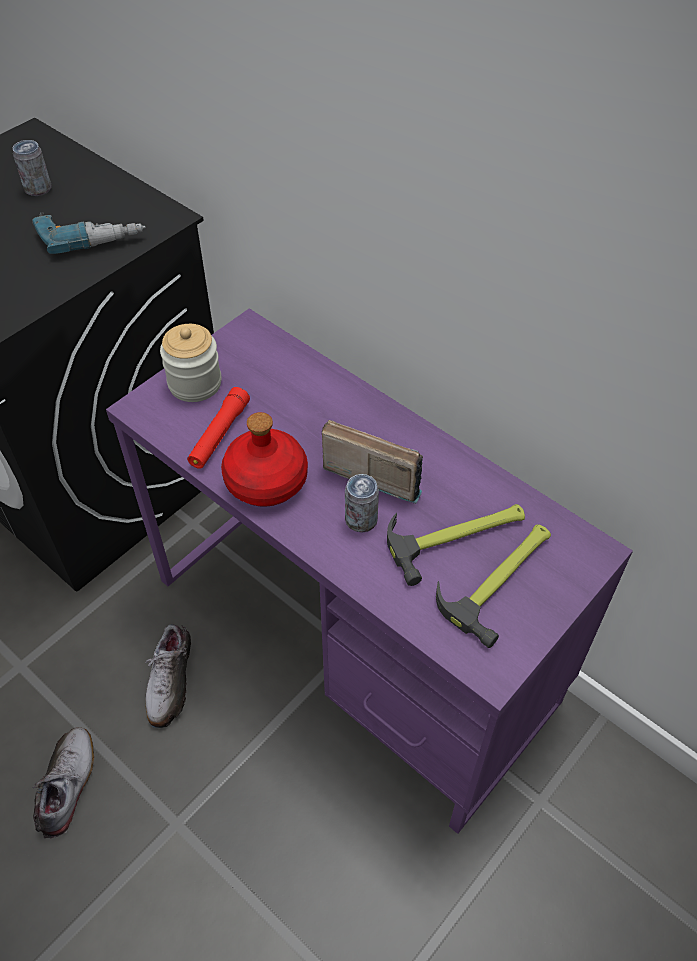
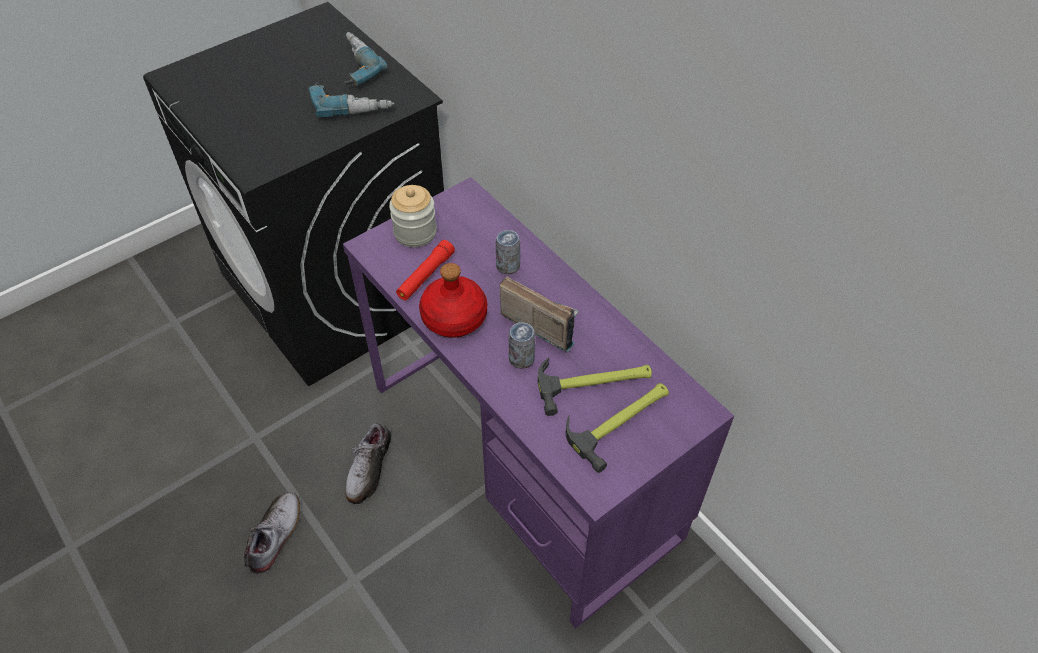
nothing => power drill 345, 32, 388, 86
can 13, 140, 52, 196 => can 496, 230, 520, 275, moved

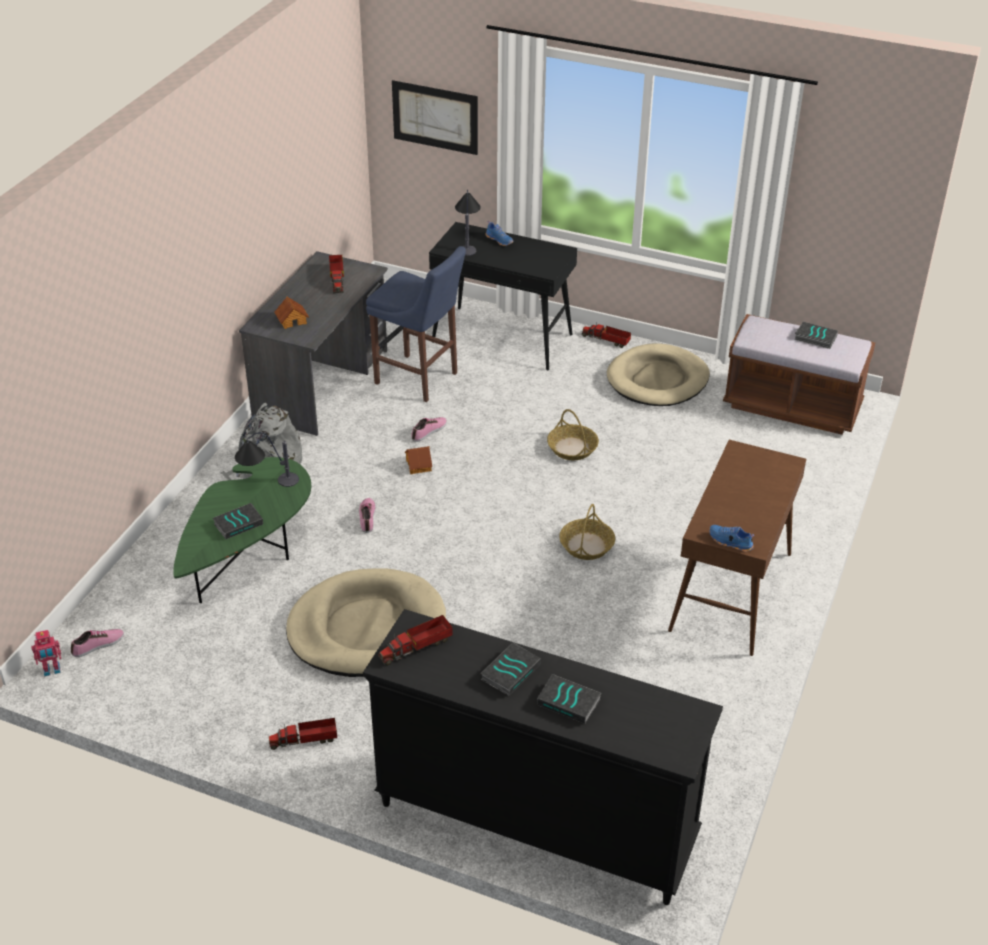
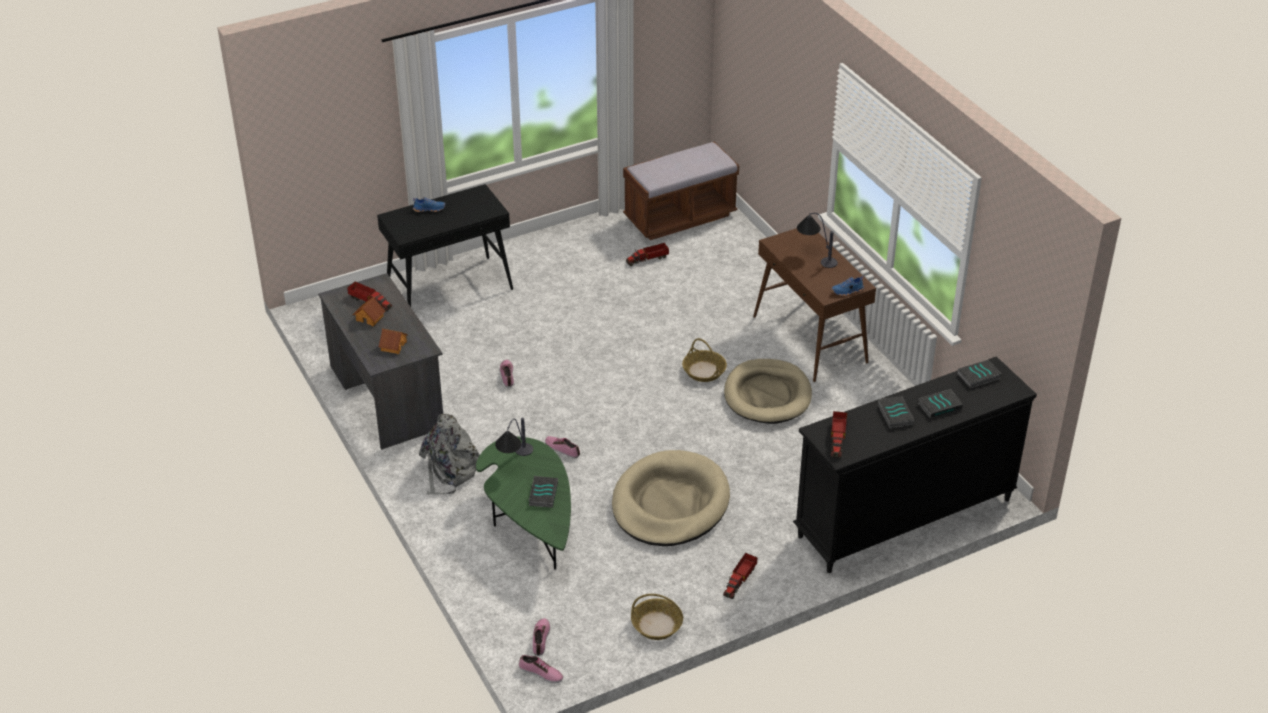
toy house 405, 446, 432, 474 => toy house 353, 297, 385, 326, moved
toy robot 31, 630, 61, 676 => shoe 519, 655, 563, 683
toy truck 582, 324, 631, 348 => toy truck 626, 243, 669, 266, moved
basket 547, 409, 599, 460 => basket 631, 594, 683, 640, moved
dog bed (beige) 607, 343, 710, 406 => dog bed (beige) 724, 359, 812, 424, moved
table lamp 455, 190, 481, 256 => table lamp 797, 213, 838, 268, moved
book 795, 322, 838, 349 => book 957, 360, 1002, 388, moved
stool (blue) 366, 246, 466, 402 => nothing
picture 392, 80, 478, 155 => nothing

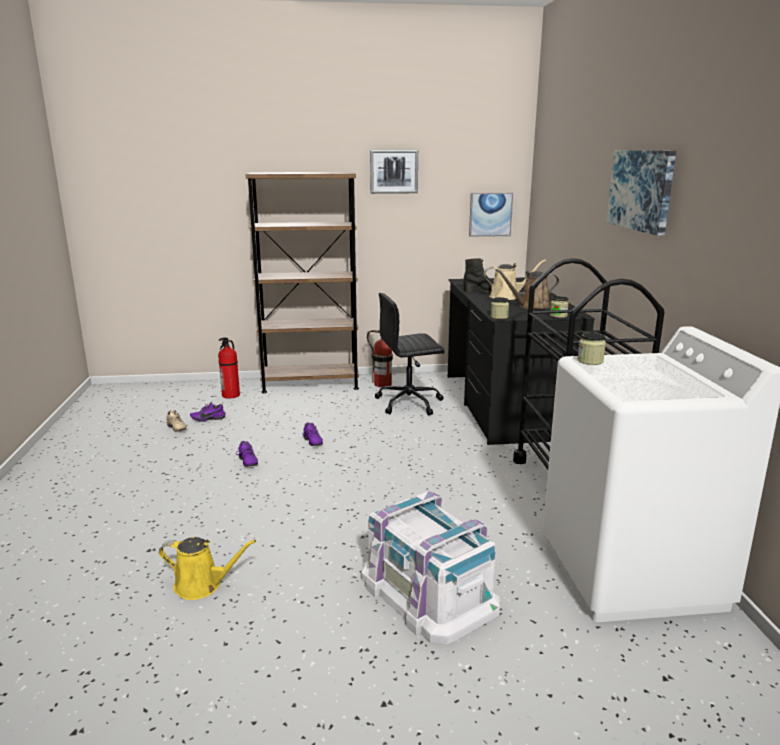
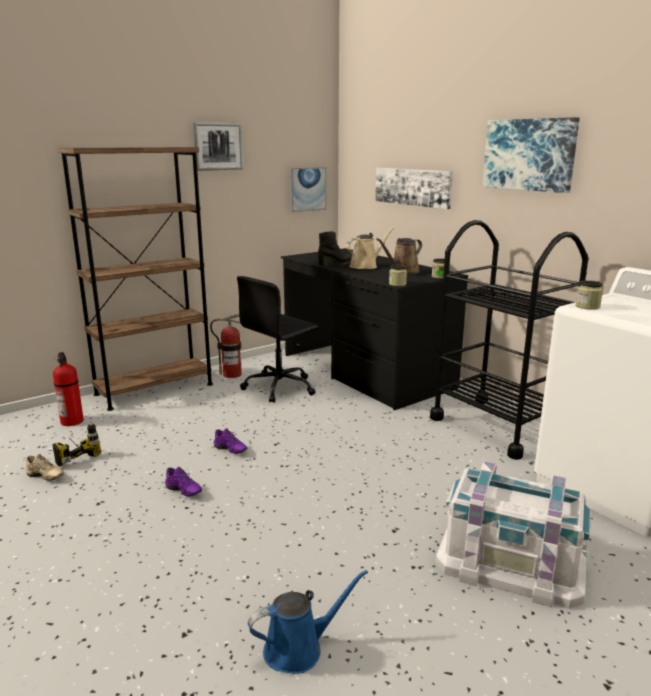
shoe (purple) 190, 402, 226, 422 => power drill 52, 421, 102, 467
watering can (yellow) 159, 537, 256, 600 => watering can (blue) 248, 570, 368, 674
nothing => picture 375, 168, 453, 209

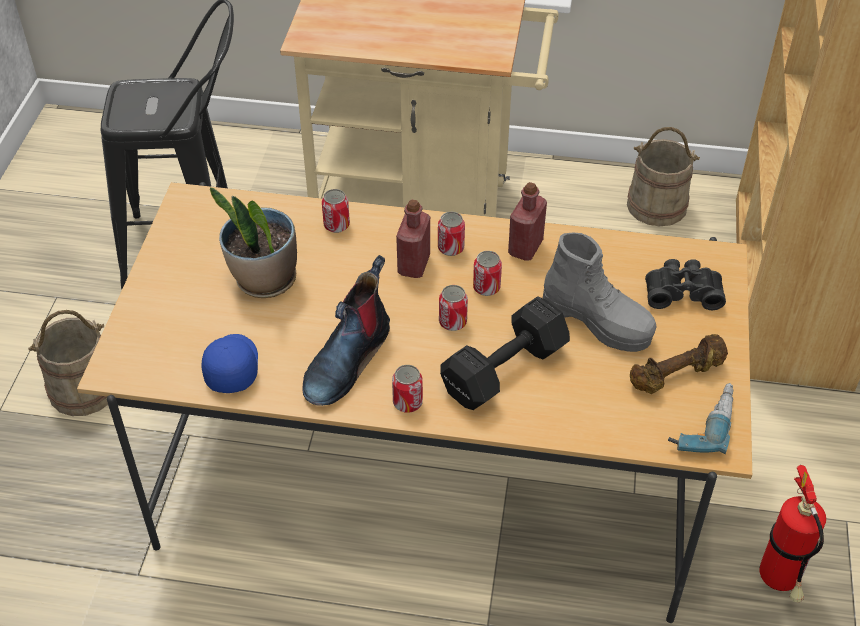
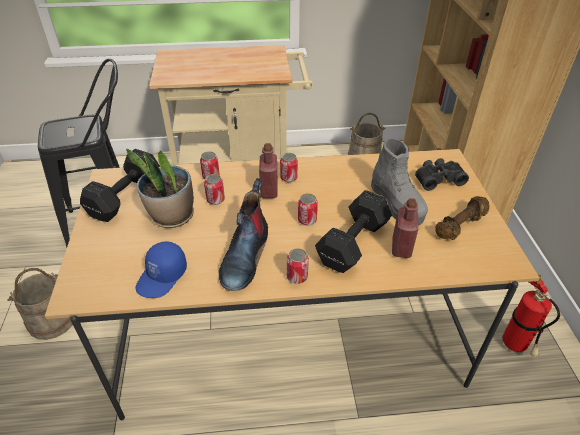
nothing => dumbbell (black) 80, 149, 160, 222
cap (blue) 201, 334, 258, 393 => cap (blue) 135, 241, 187, 298, 135 degrees counterclockwise
can 473, 251, 502, 296 => can 204, 174, 225, 205, moved
boot (grey) 543, 233, 657, 352 => boot (grey) 371, 138, 428, 226, 45 degrees clockwise
bottle (red) 508, 182, 547, 261 => bottle (red) 392, 198, 418, 258, moved
power drill 668, 383, 733, 454 => nothing

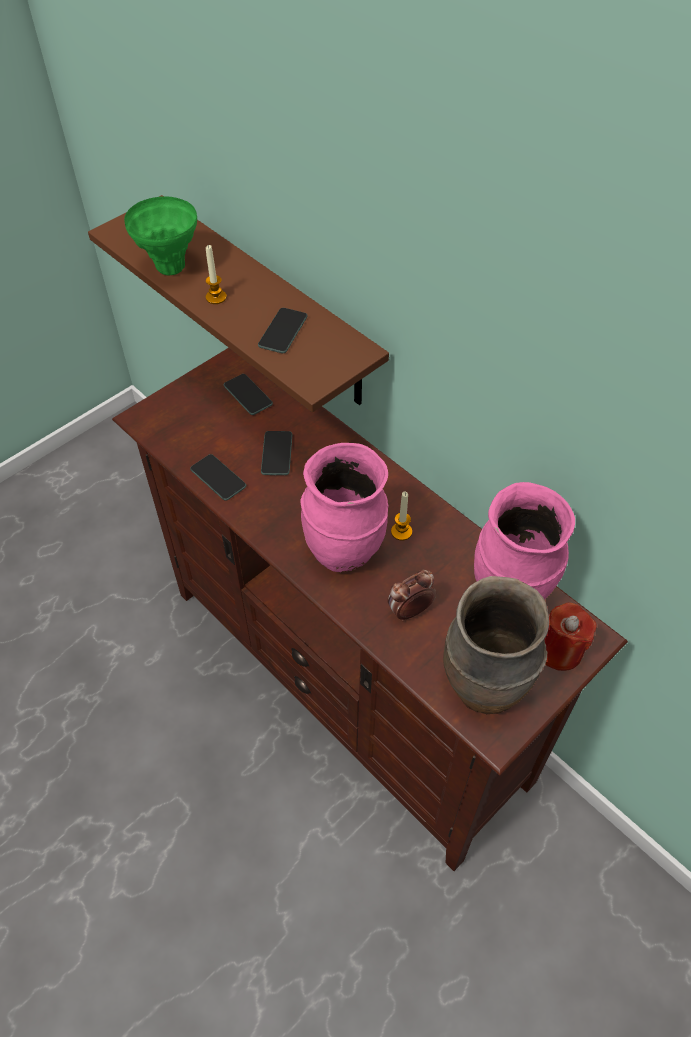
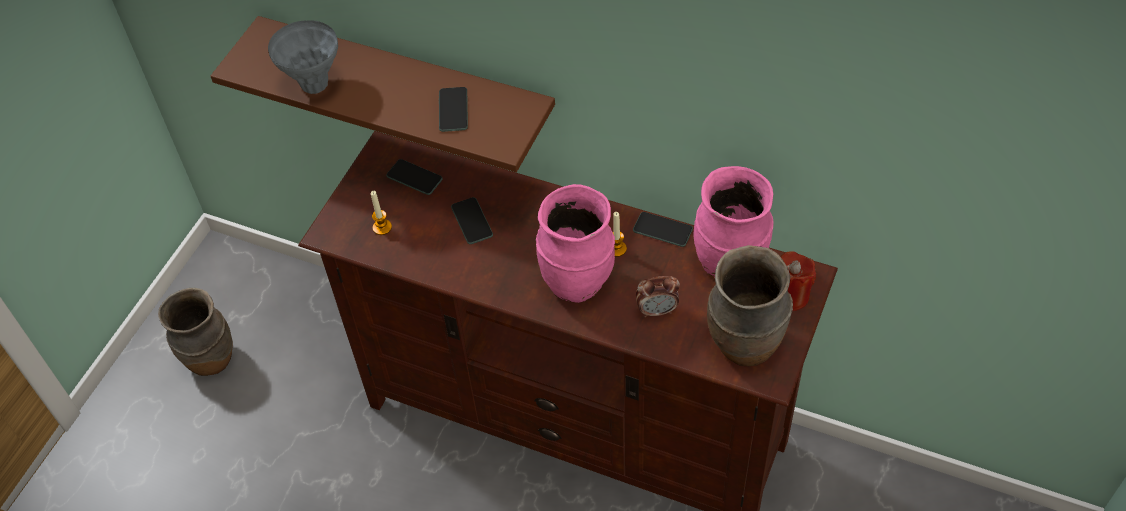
nothing => vase (brown) 158, 288, 233, 376
vase (green) 124, 196, 197, 275 => vase (grey) 268, 20, 338, 94
candle 206, 245, 227, 304 => candle 371, 191, 392, 235, moved
phone 190, 454, 246, 501 => phone 633, 212, 693, 247, moved
alarm clock 387, 570, 436, 621 => alarm clock 636, 276, 680, 317, 135 degrees counterclockwise

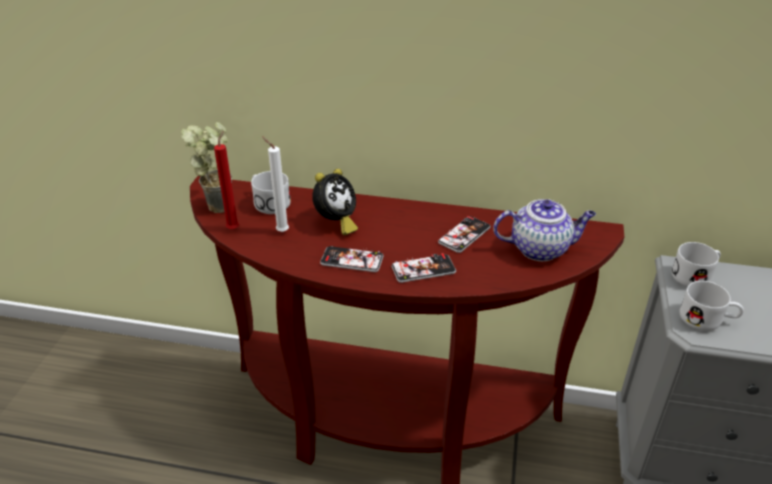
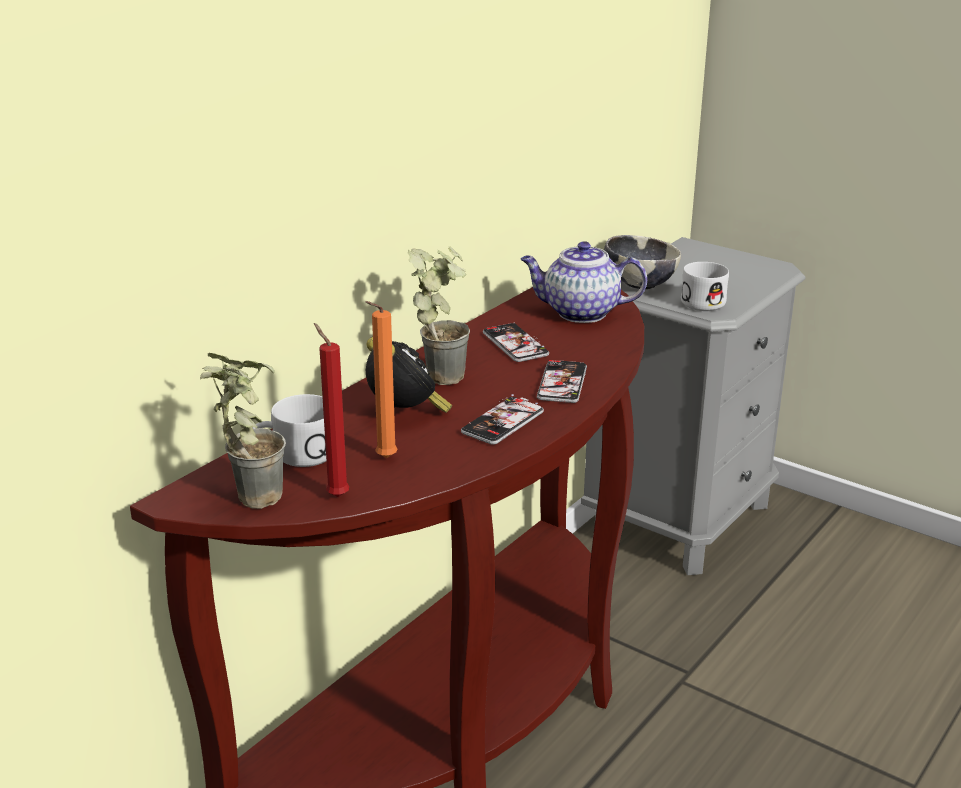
candle (white) 262, 137, 289, 232 => candle (orange) 365, 301, 397, 458
nothing => potted plant 407, 246, 470, 385
teapot 493, 199, 596, 261 => teapot 521, 241, 647, 323, 105 degrees counterclockwise
mug (white) 672, 242, 721, 287 => bowl 604, 235, 681, 289

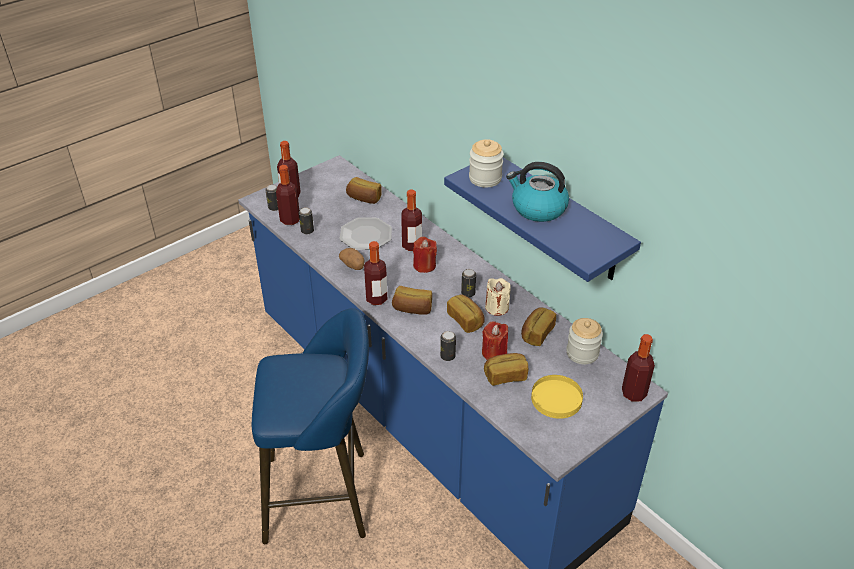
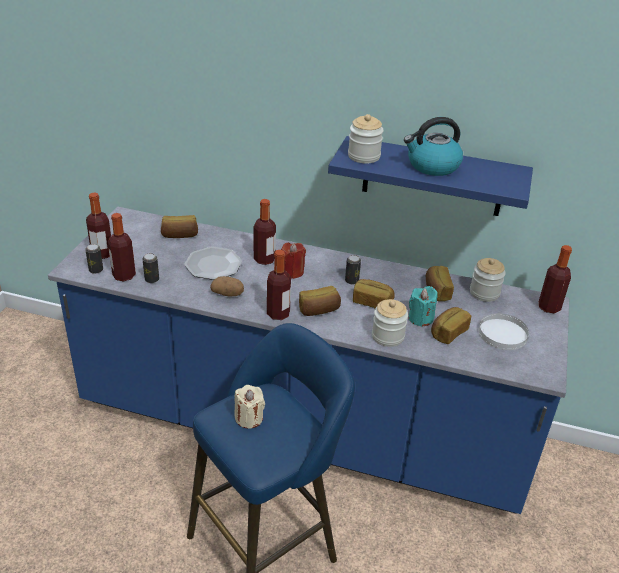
candle (beige) 485, 278, 511, 316 => candle (beige) 234, 385, 265, 429, moved
can 440, 331, 456, 361 => jar 372, 299, 408, 347
candle (red) 482, 321, 508, 360 => candle (turquoise) 409, 286, 438, 327
plate (yellow) 531, 375, 583, 419 => plate (white) 479, 313, 529, 350

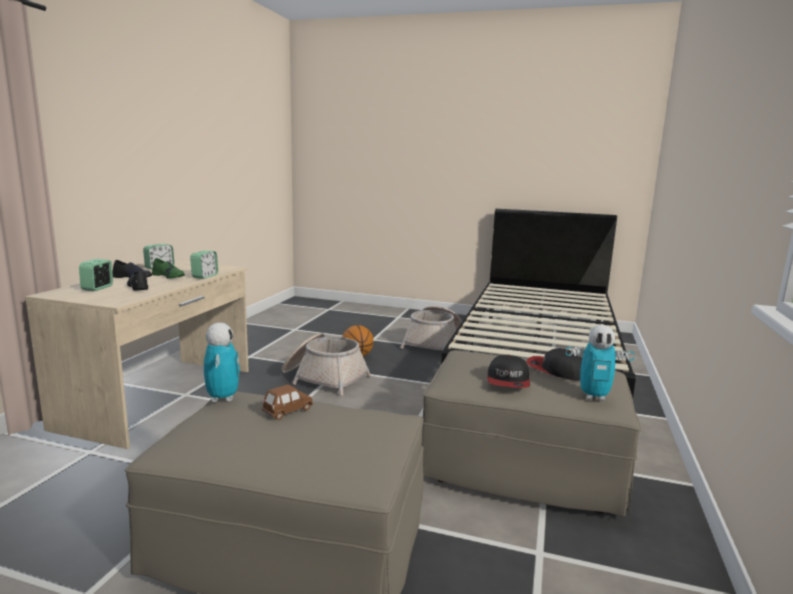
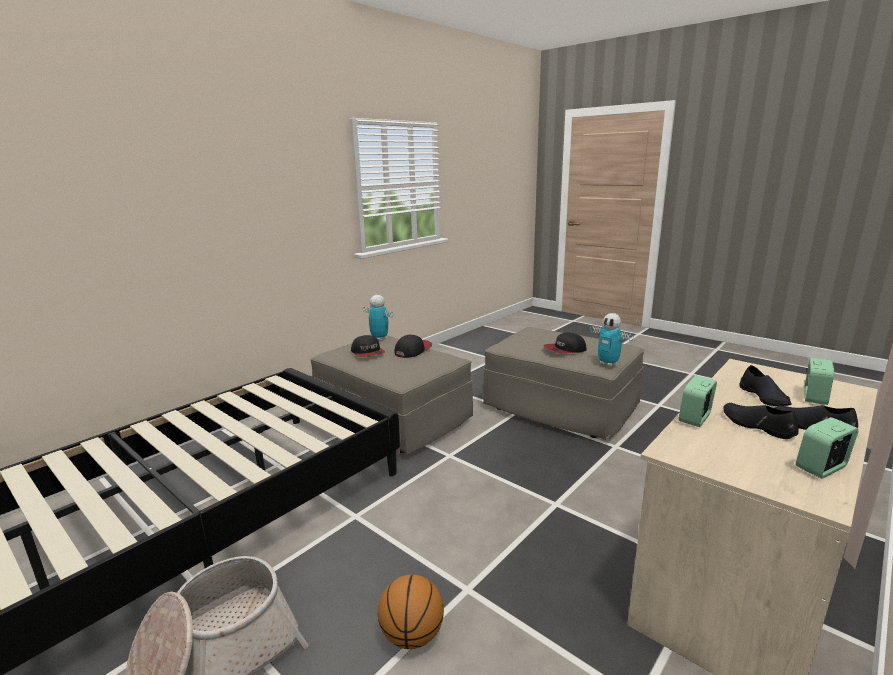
toy car (brown) 262, 384, 313, 420 => cap 544, 332, 587, 353
toy robot 204, 323, 240, 402 => toy robot 590, 313, 634, 367, 60 degrees counterclockwise
shoe (green) 152, 258, 185, 279 => shoe (black) 723, 403, 799, 439
basket 282, 333, 371, 396 => nothing

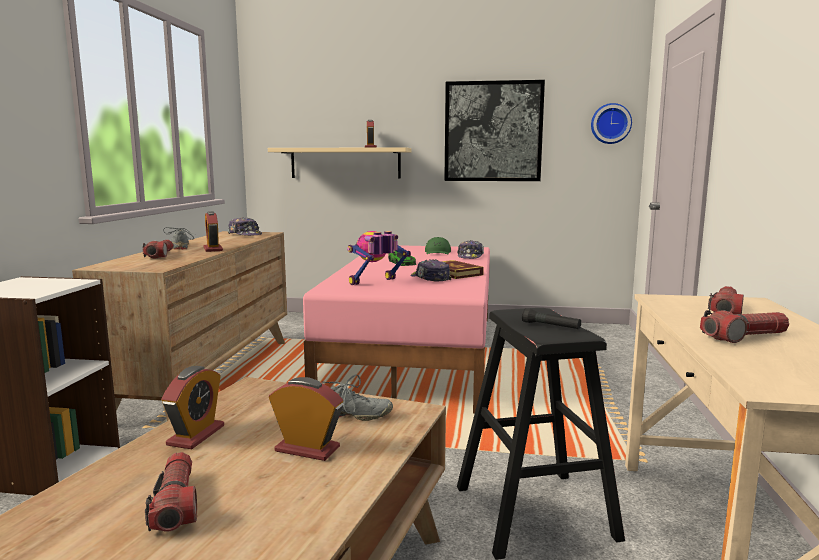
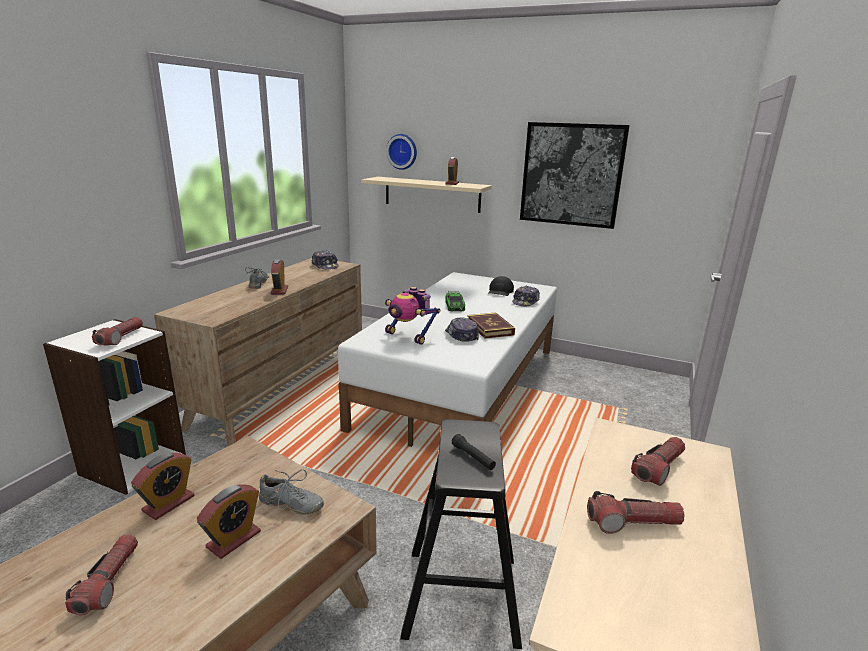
flashlight 142, 240, 173, 258 => flashlight 92, 317, 143, 346, moved
alarm clock 269, 377, 343, 461 => alarm clock 197, 484, 261, 559, 90 degrees clockwise
bed (pink) 303, 245, 490, 414 => bed (white) 338, 272, 557, 447
toy robot 347, 231, 411, 285 => toy robot 385, 287, 440, 345, 120 degrees counterclockwise
wall clock 591, 103, 632, 144 => wall clock 386, 134, 417, 170, moved
cap (green) 425, 237, 451, 254 => cap (black) 488, 276, 514, 296

